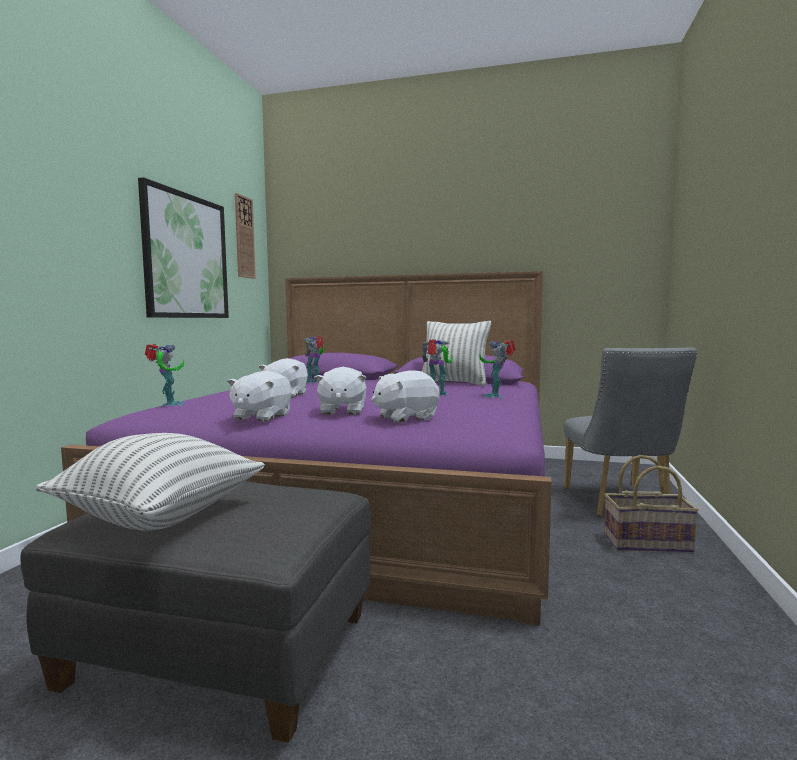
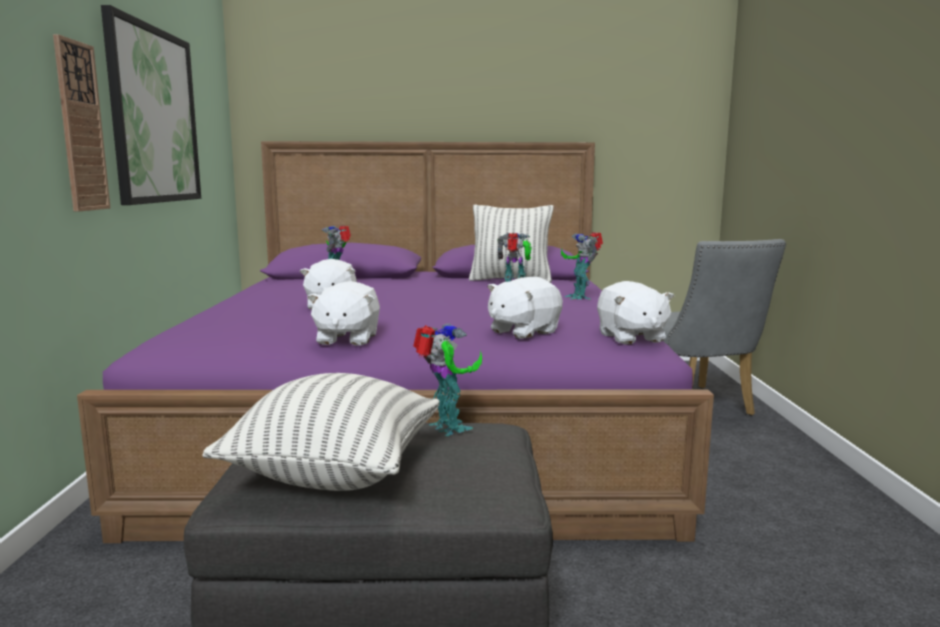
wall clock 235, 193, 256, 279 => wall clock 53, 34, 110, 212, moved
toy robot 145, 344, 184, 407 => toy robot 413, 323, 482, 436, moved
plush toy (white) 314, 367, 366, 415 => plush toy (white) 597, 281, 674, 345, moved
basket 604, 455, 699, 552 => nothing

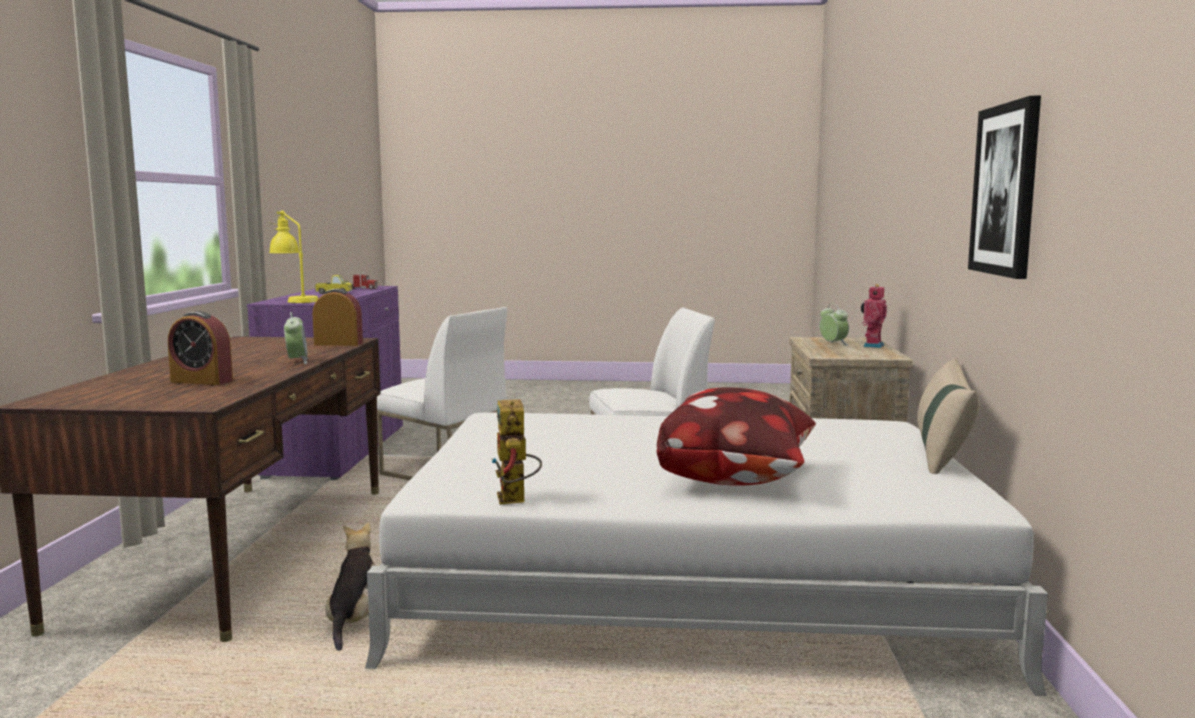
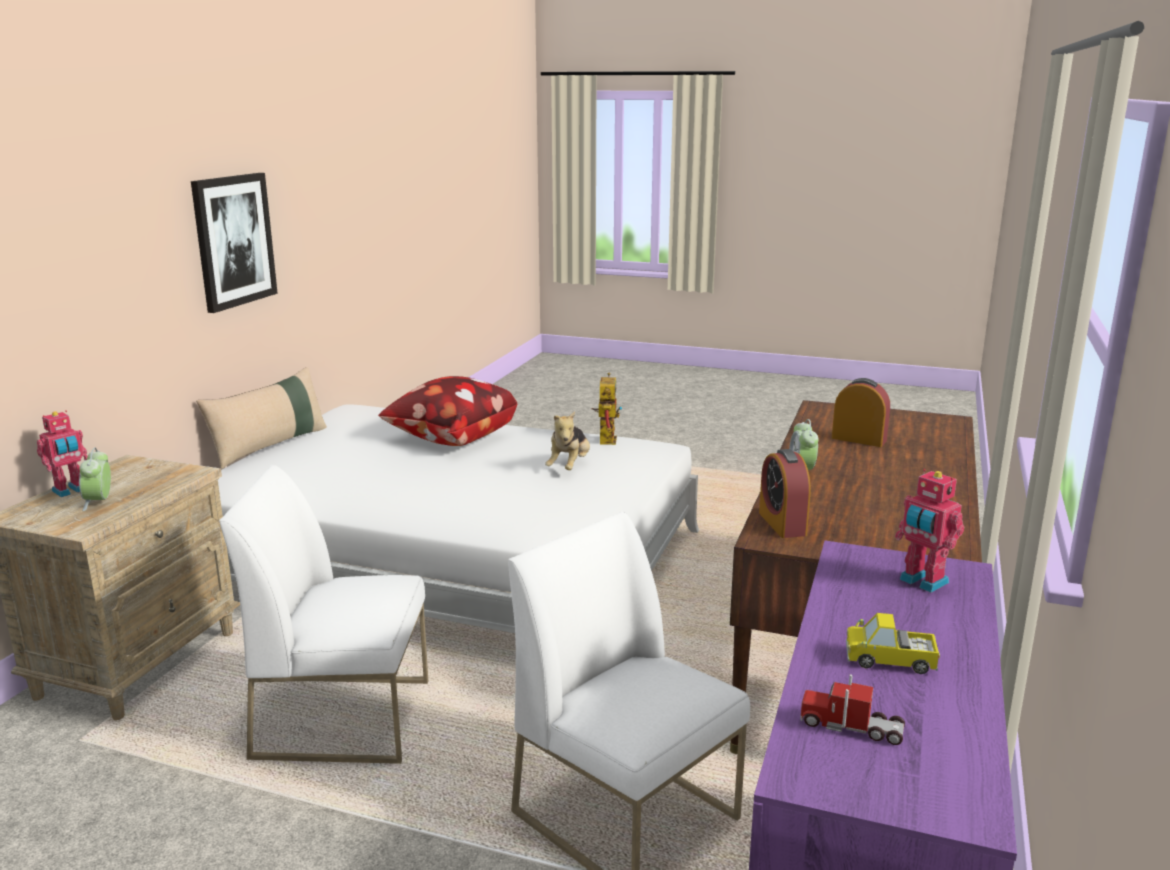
plush toy 325, 522, 375, 651 => plush toy 545, 411, 590, 470, moved
alarm clock 313, 289, 363, 346 => alarm clock 759, 449, 811, 538, 60 degrees clockwise
table lamp (yellow) 269, 211, 318, 303 => toy robot 895, 469, 964, 593

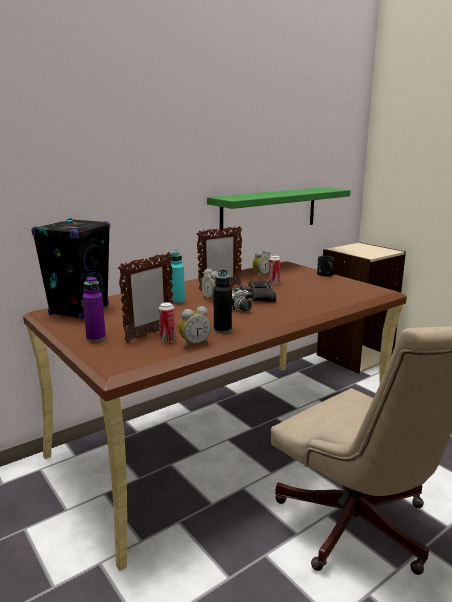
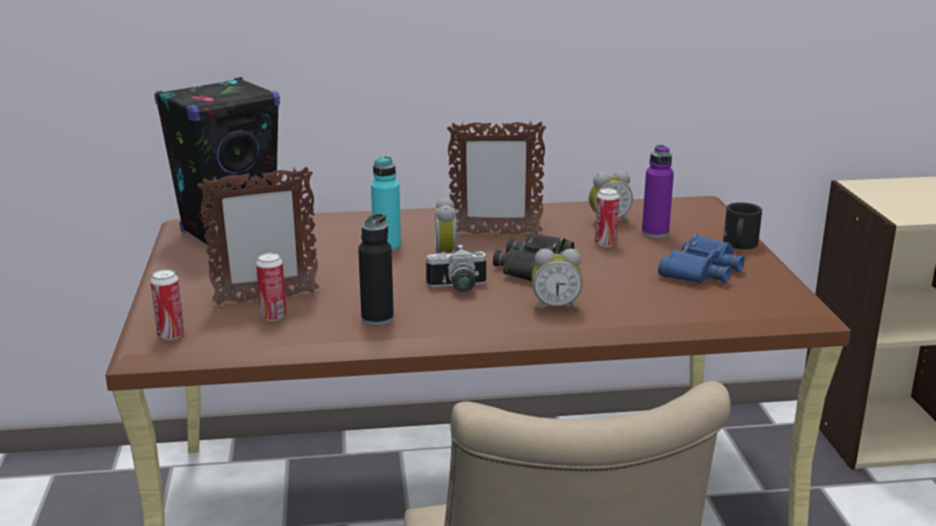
nothing => can 150, 269, 185, 340
alarm clock 179, 306, 211, 348 => alarm clock 531, 249, 583, 311, moved
bottle (purple) 82, 276, 106, 342 => bottle (purple) 642, 145, 674, 238, moved
nothing => binoculars (blue) 658, 234, 745, 283
shelf (green) 207, 187, 351, 235 => nothing

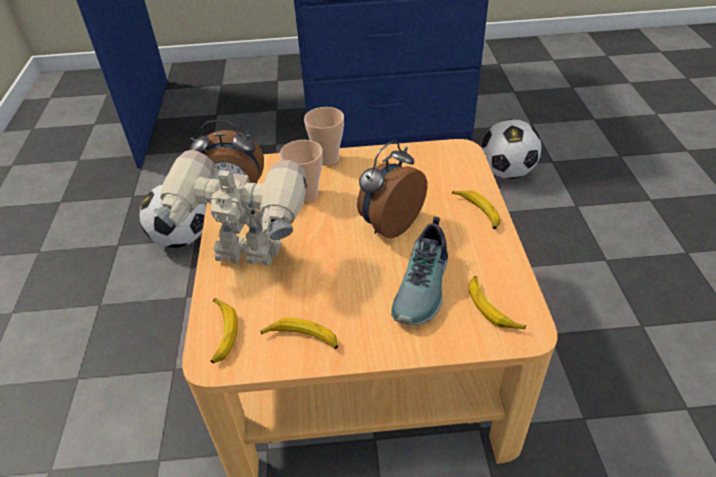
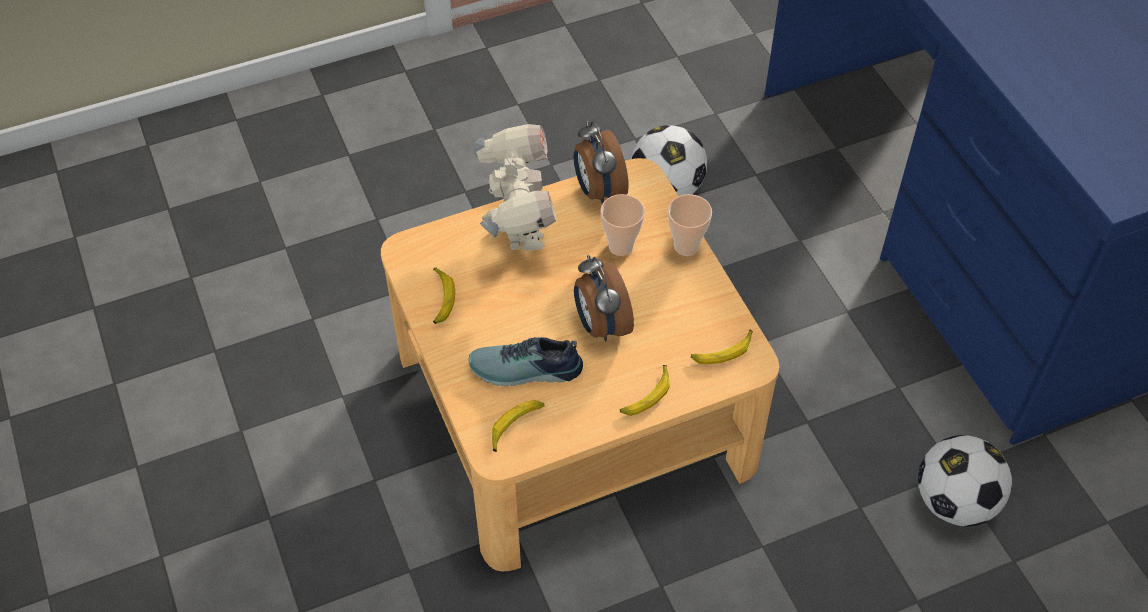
alarm clock 357, 140, 427, 238 => alarm clock 574, 255, 634, 342, 135 degrees counterclockwise
banana 210, 298, 238, 363 => banana 691, 330, 753, 364, moved

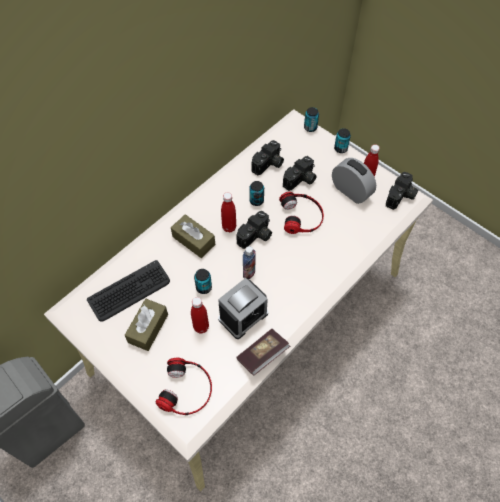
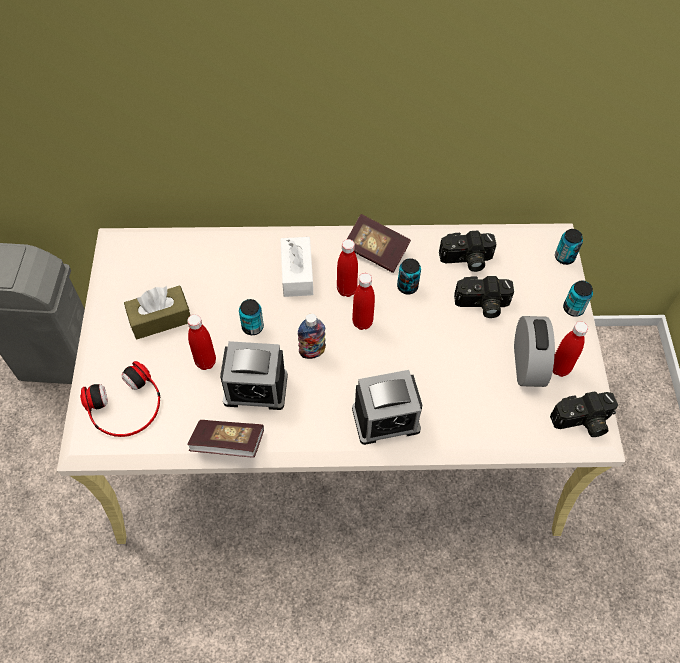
tissue box (brown) 171, 214, 215, 258 => tissue box (white) 280, 237, 313, 297
nothing => book 347, 214, 411, 273
photo camera 236, 211, 272, 249 => bottle (red) 352, 273, 375, 330
nothing => alarm clock 352, 370, 422, 445
keyboard 87, 260, 170, 321 => nothing
headphones 279, 192, 324, 234 => nothing

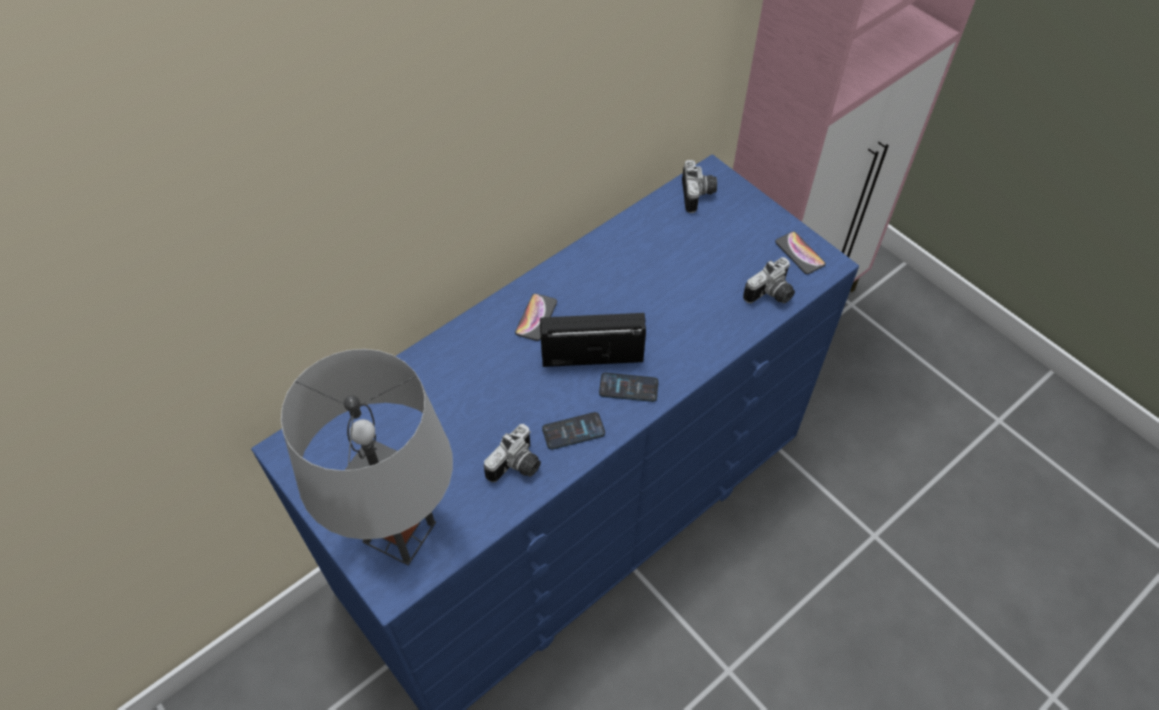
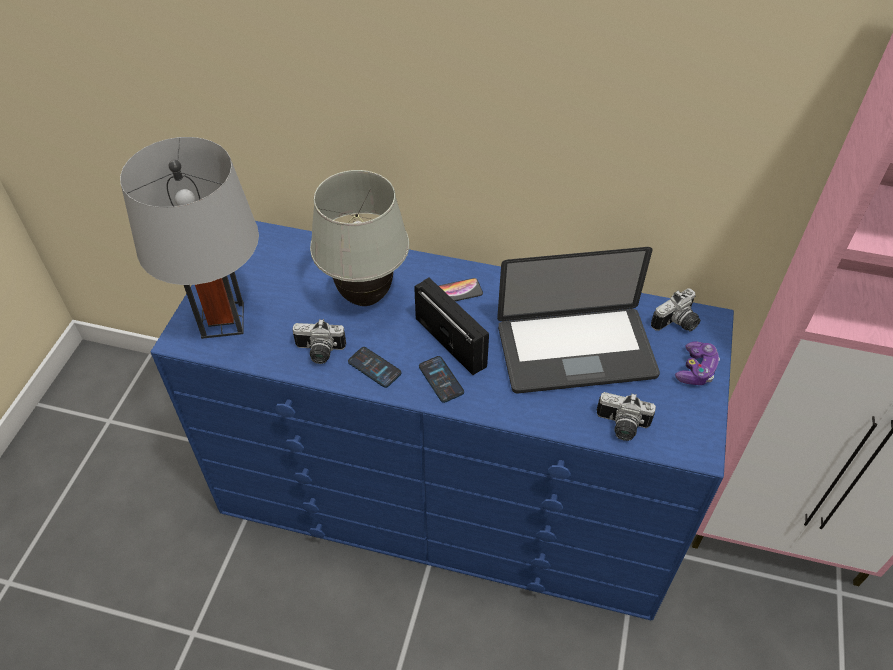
nothing => table lamp (white) 310, 170, 409, 306
nothing => laptop 497, 247, 660, 393
nothing => game controller 675, 341, 720, 385
phone 775, 232, 826, 274 => nothing

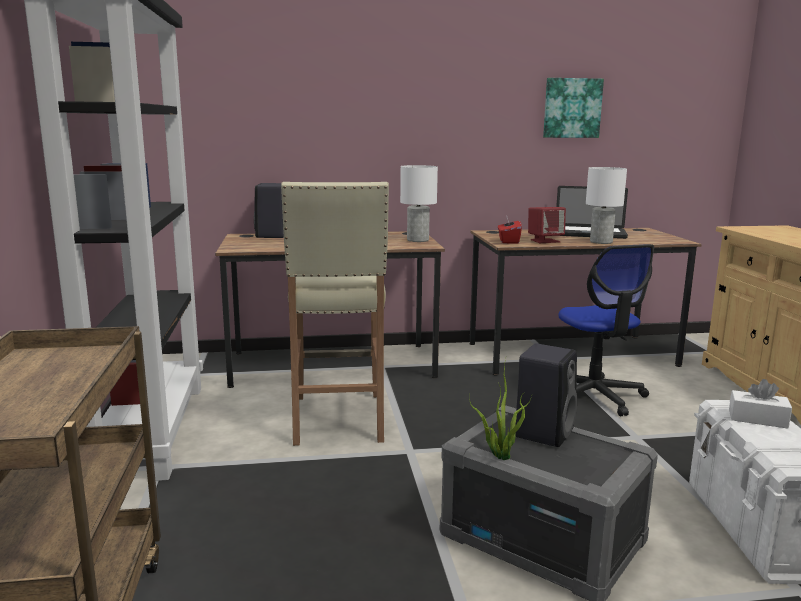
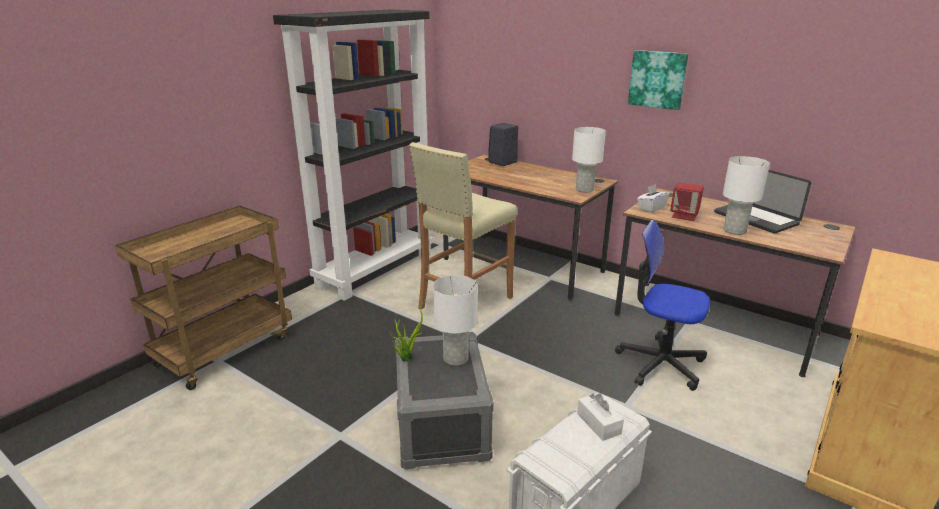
speaker (black) 515, 343, 577, 447 => table lamp (white) 433, 275, 477, 366
office chair 558, 244, 654, 417 => office chair 615, 220, 710, 391, 90 degrees clockwise
picture 543, 78, 604, 138 => picture 628, 50, 689, 110, moved
tissue box (red) 498, 214, 522, 244 => tissue box (white) 637, 184, 670, 213

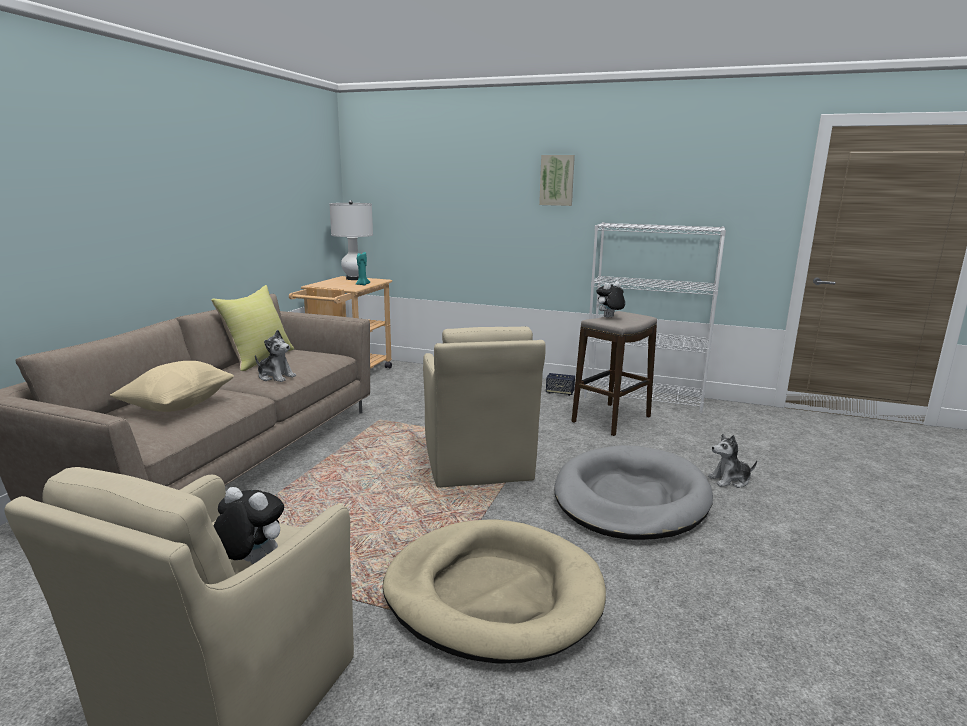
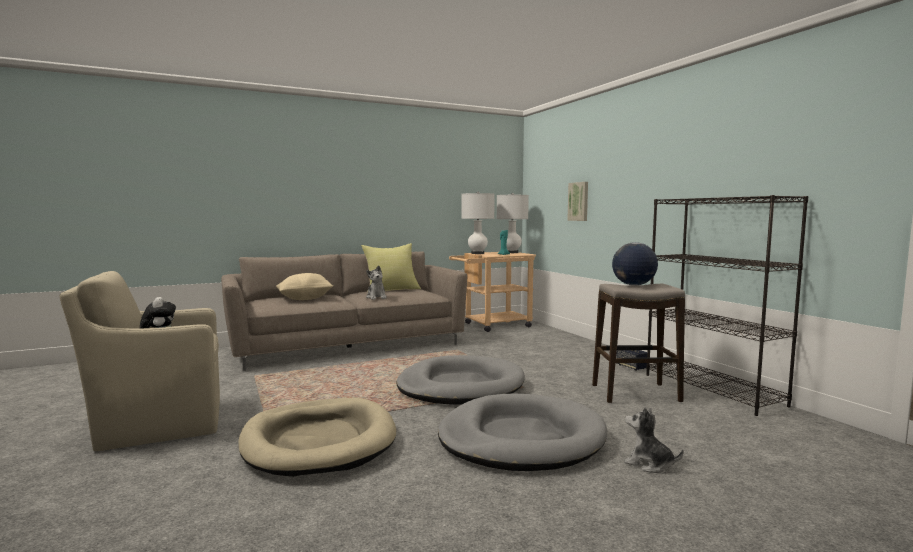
armchair (beige) 423, 326, 546, 488 => dog bed (grey) 397, 355, 525, 404
nothing => table lamp (white) 461, 192, 495, 254
picture 539, 155, 575, 206 => picture 567, 182, 588, 221, moved
plush toy 596, 281, 625, 317 => globe 612, 242, 658, 286
bookcase (white) 584, 222, 726, 413 => bookcase (black) 646, 195, 808, 416

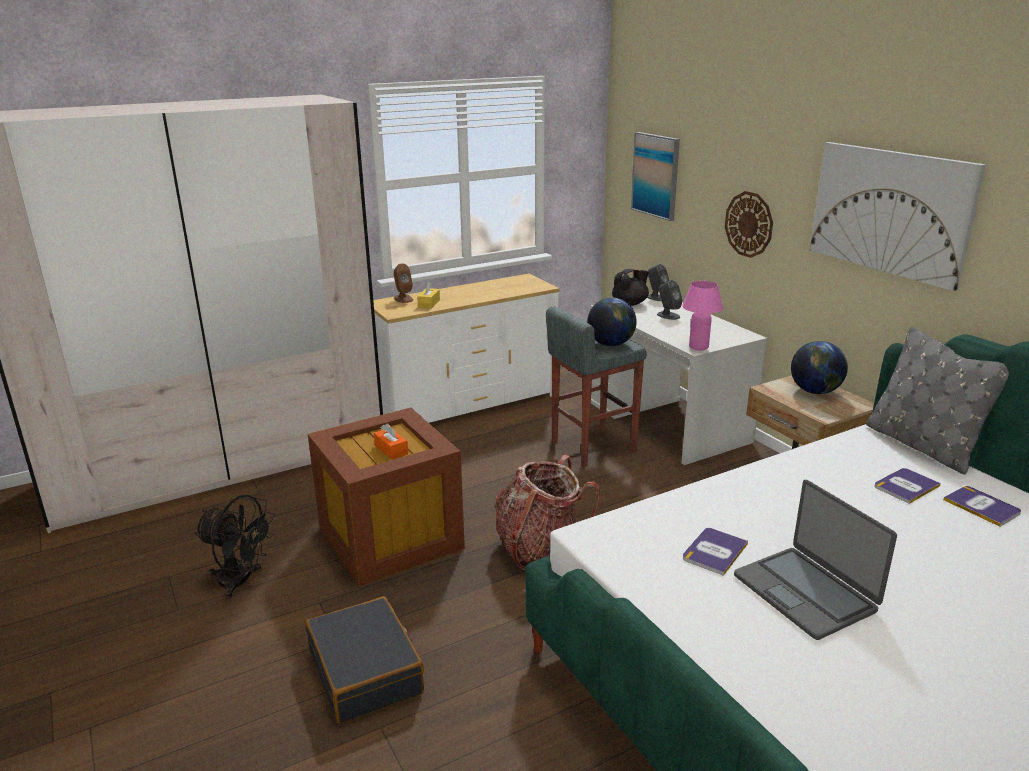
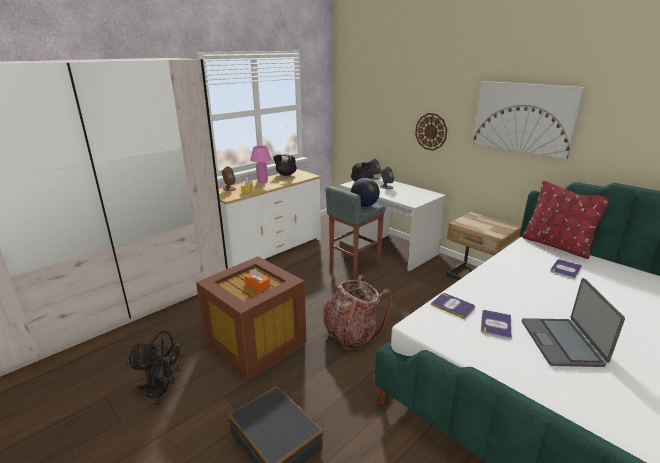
table lamp (pink) 682, 281, 723, 350 => table lamp (pink) 250, 146, 272, 183, moved
nothing => teapot (black) 273, 154, 297, 176
book 943, 486, 1021, 527 => book 431, 293, 475, 319, moved
pillow (grey) 866, 327, 1009, 475 => pillow (red) 522, 181, 609, 259
laptop 734, 480, 897, 640 => laptop 522, 278, 625, 367, 45 degrees clockwise
picture 631, 132, 680, 221 => nothing
globe 791, 341, 848, 394 => nothing

